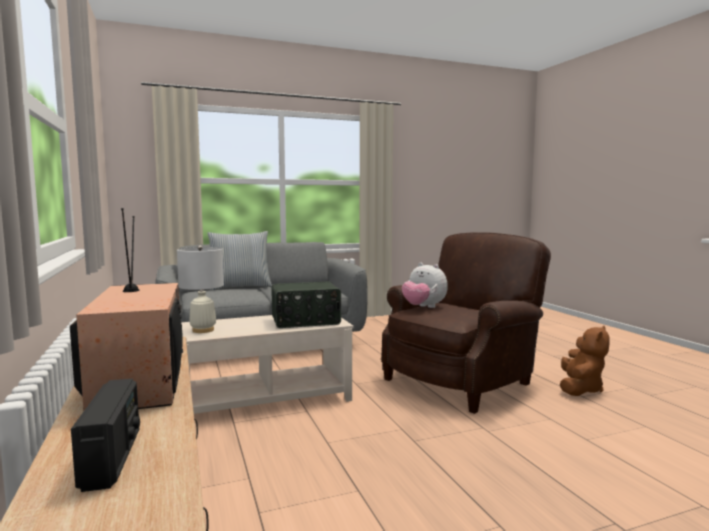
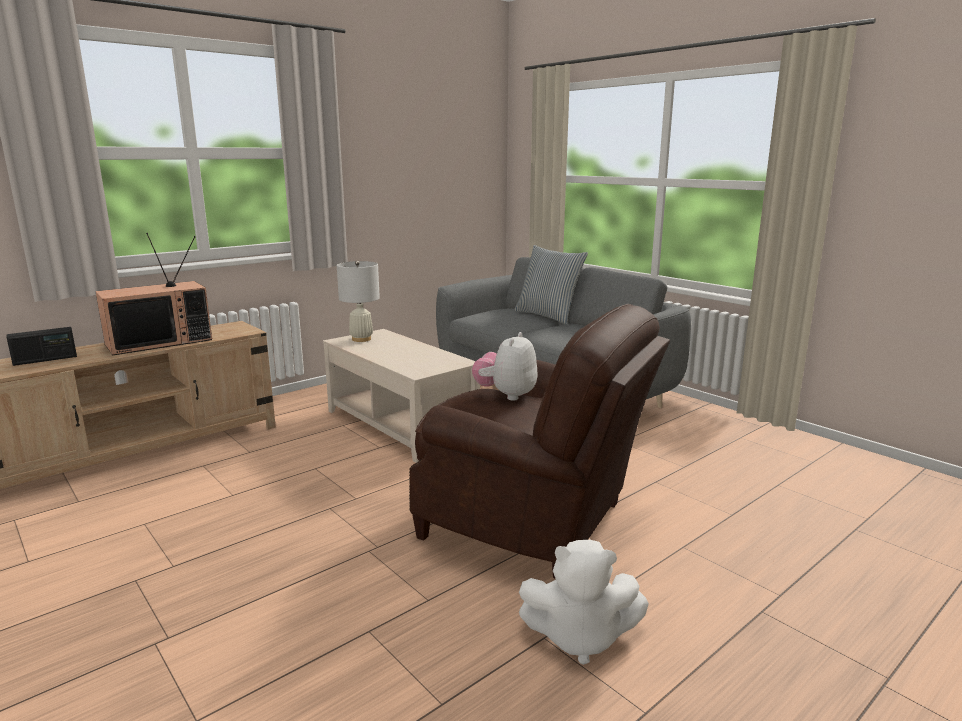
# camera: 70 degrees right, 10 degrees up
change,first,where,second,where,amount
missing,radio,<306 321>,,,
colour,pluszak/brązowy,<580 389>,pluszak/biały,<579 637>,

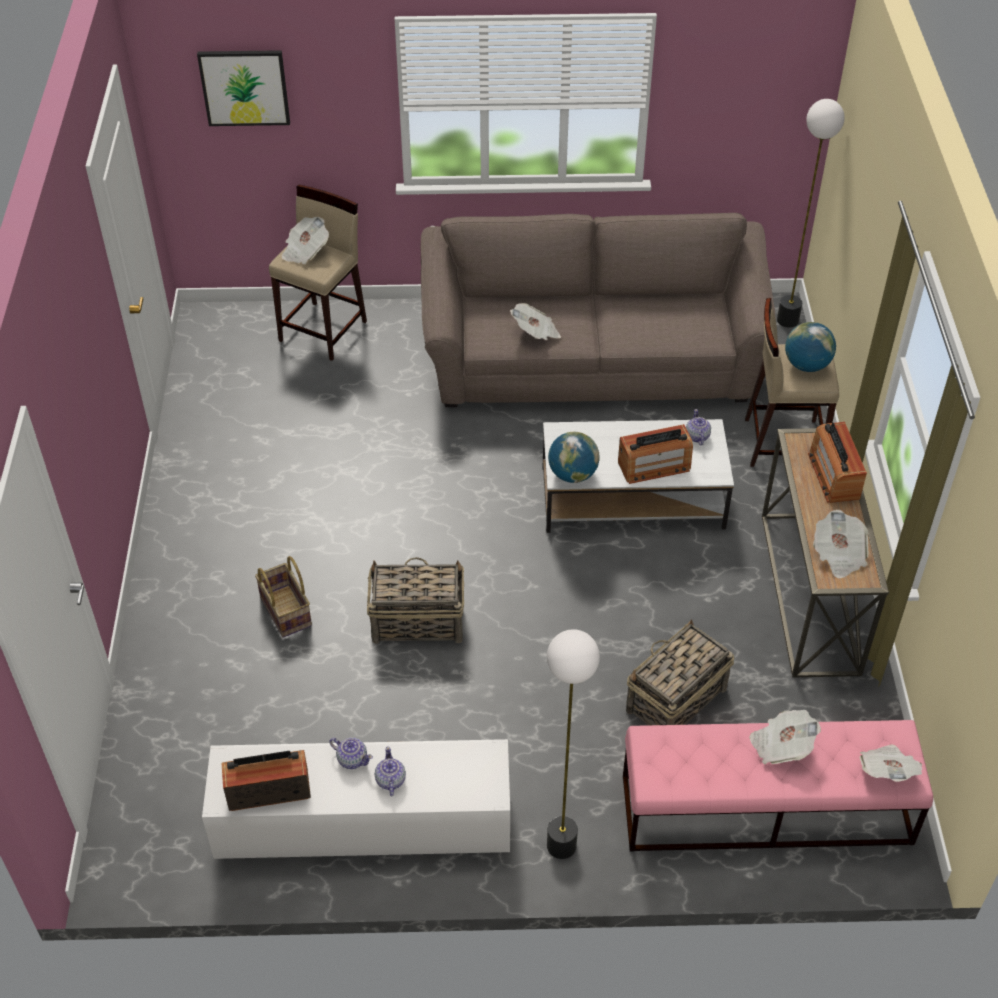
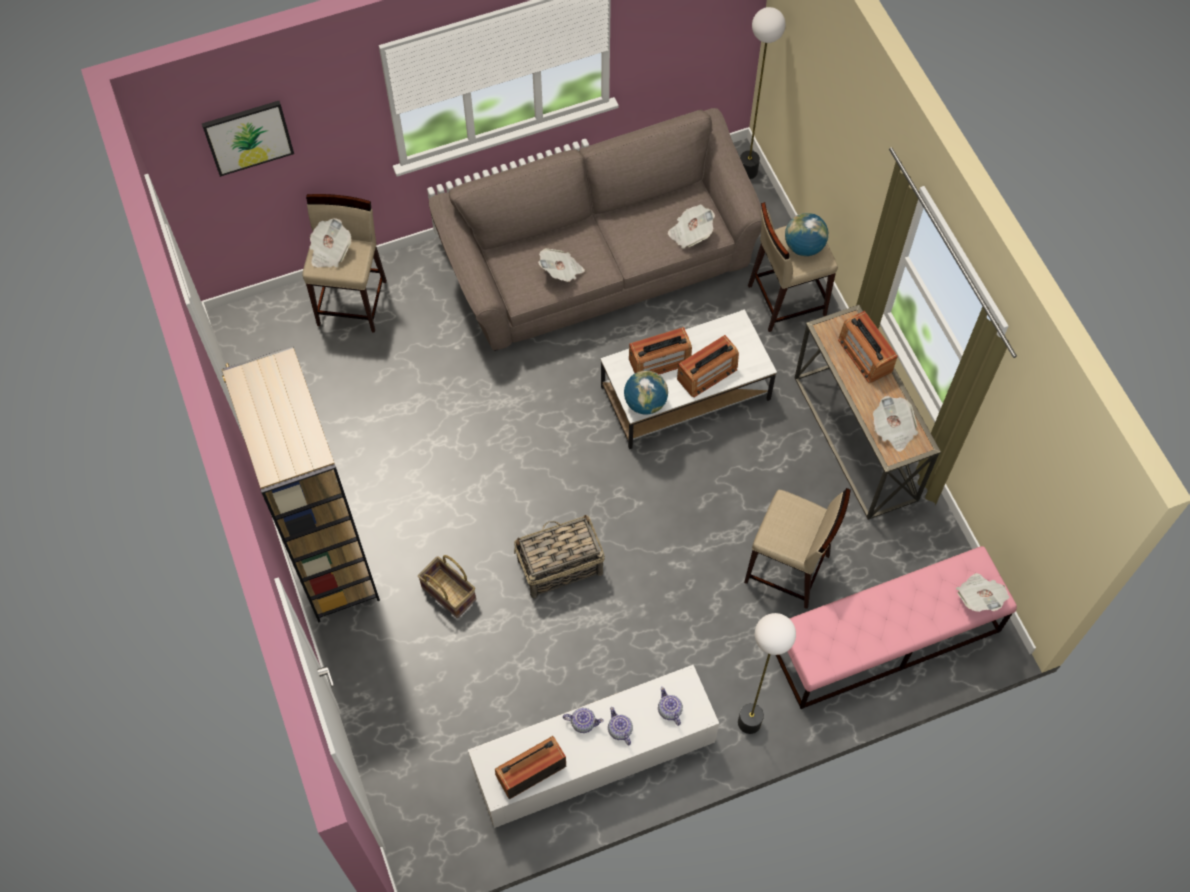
# camera: 20 degrees left, 15 degrees up
change,first,where,second,where,amount
exchanged,koszyk,<675 700>,stołek/beżowy,<787 570>,
relocated,imbryk,<697 436>,,<669 710>,
relocated,gazeta,<781 746>,,<690 233>,
appeared,,,regał/brązowy,<329 556>,
appeared,,,radio,<659 361>,

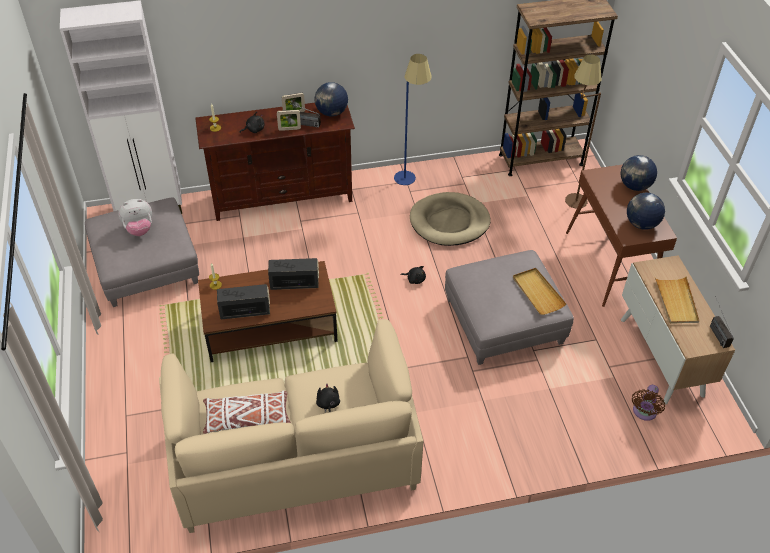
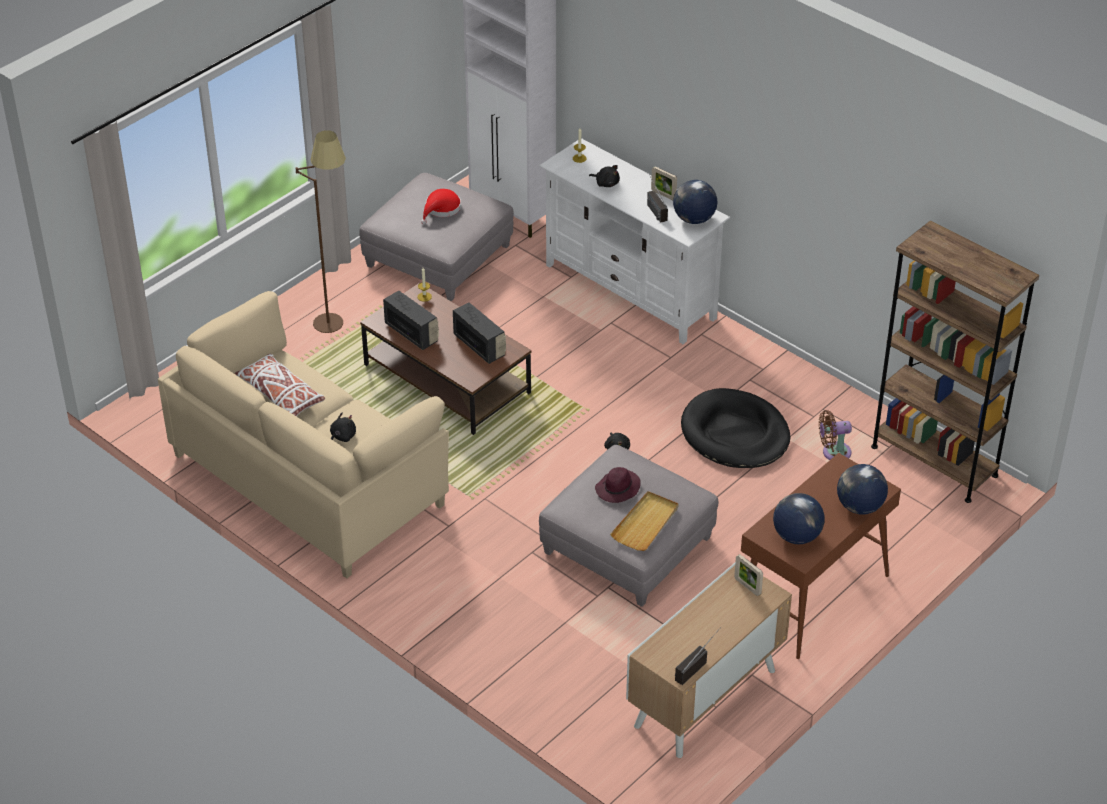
# camera: 55 degrees right, 5 degrees down
change,first,where,second,where,amount
exchanged,pluszak,<139 229>,kapelusz/czerwony,<441 209>,
colour,szafka pod telewizor/brązowy,<282 197>,szafka pod telewizor/biały,<631 291>,
relocated,ramka na zdjęcie,<289 129>,,<747 586>,
missing,lampa stojąca/niebieski,<410 183>,,,
colour,legowisko/beżowy,<449 222>,legowisko/czarny,<735 434>,
relocated,lampa stojąca/brązowy,<569 195>,,<334 314>,
relocated,wentylator/brązowy,<644 412>,,<833 452>,
missing,taca/beżowy,<676 302>,,,
appeared,,,kapelusz/fioletowy,<617 489>,

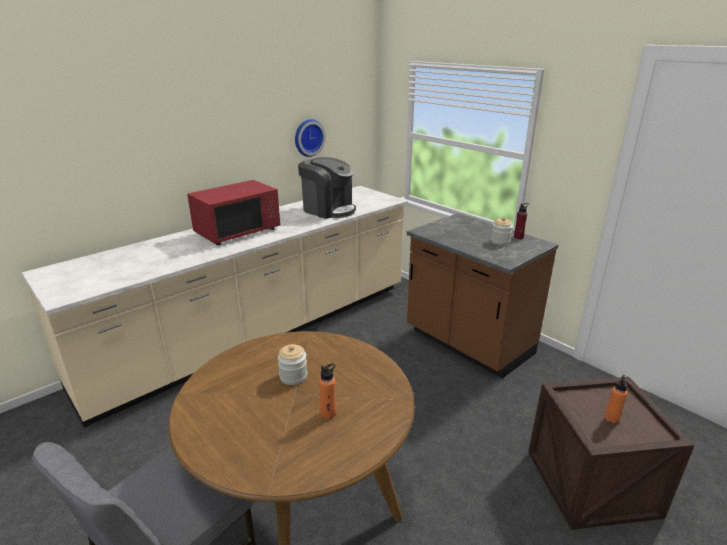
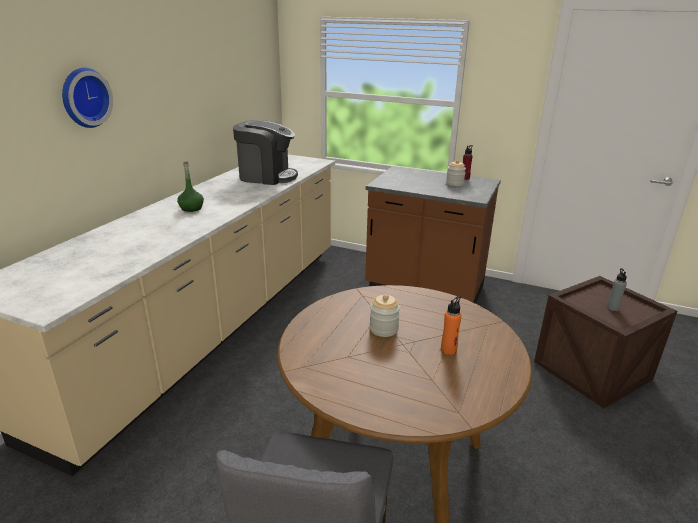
# camera: 25 degrees left, 0 degrees up
change,first,where,second,where,amount
exchanged,mikrofalówka/czerwony,<237 231>,butelka/zielony,<191 208>,
relocated,zegar ścienny,<308 137>,,<84 97>,
colour,butelka/pomarańczowy,<611 418>,butelka/szary,<612 308>,

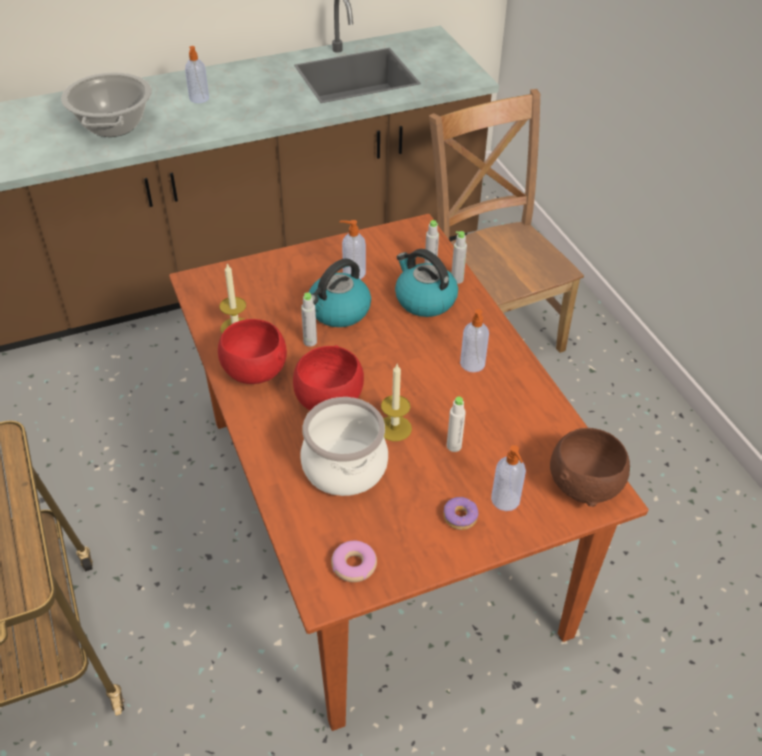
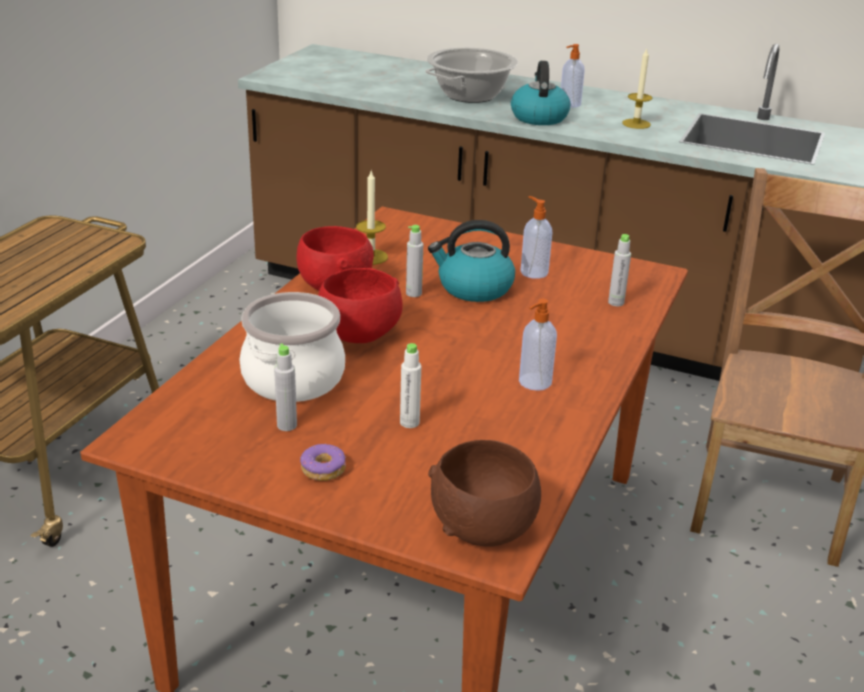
# camera: 45 degrees right, 15 degrees down
change,first,where,second,where,amount
missing,donut,<354 565>,,,
relocated,świeca,<394 428>,,<636 124>,
relocated,czajnik,<424 300>,,<538 117>,
relocated,butelka/szary,<457 279>,,<287 425>,
missing,dozownik mydła,<506 501>,,,

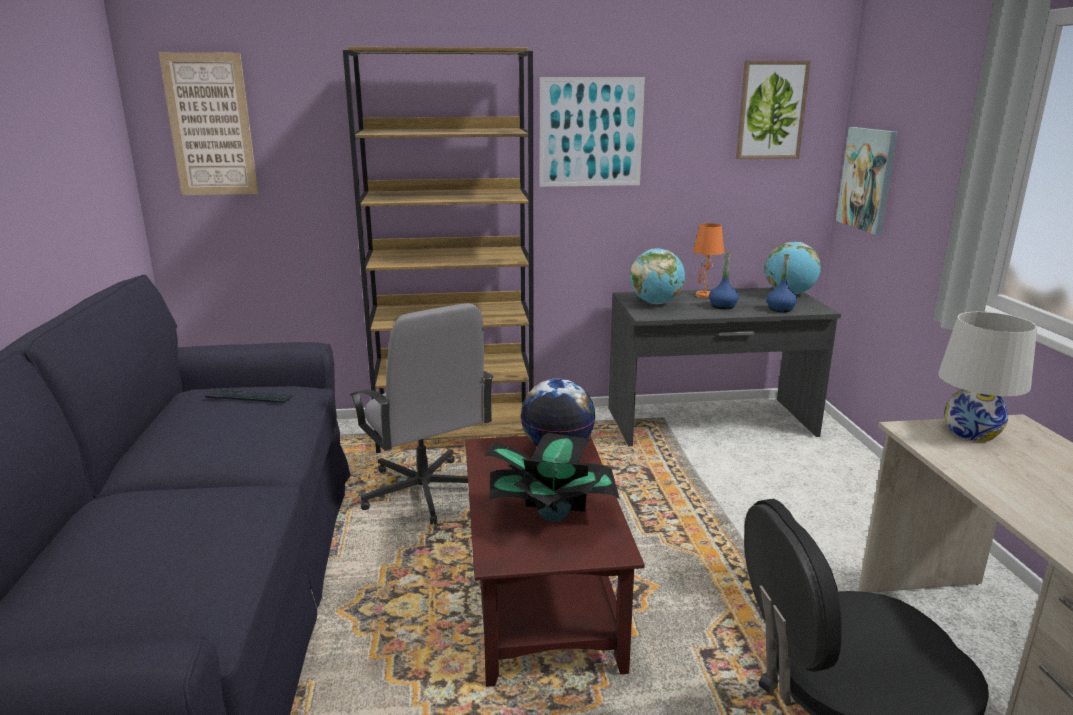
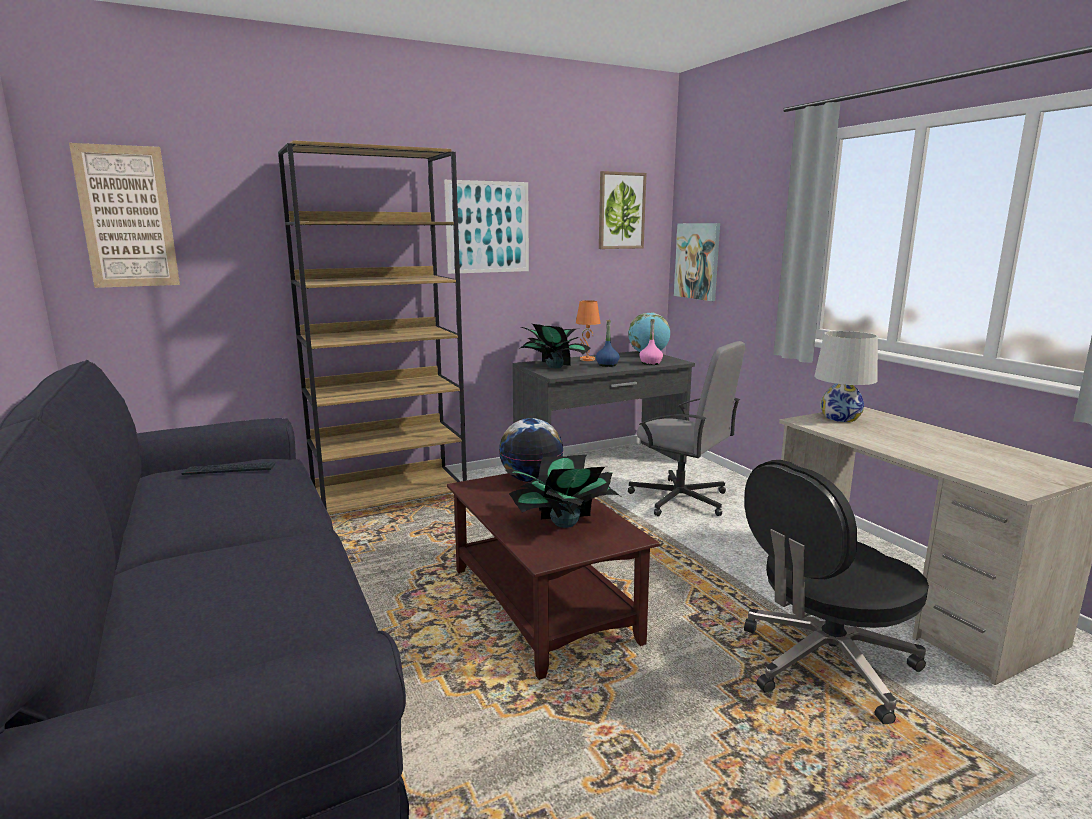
# camera: 20 degrees left, 5 degrees down
change,first,where,second,where,amount
relocated,krzesło biurowe/szary,<424 492>,,<681 499>,
exchanged,globus,<655 303>,roślina doniczkowa,<554 366>,
colour,butelka/niebieski,<780 309>,butelka/różowy,<650 363>,

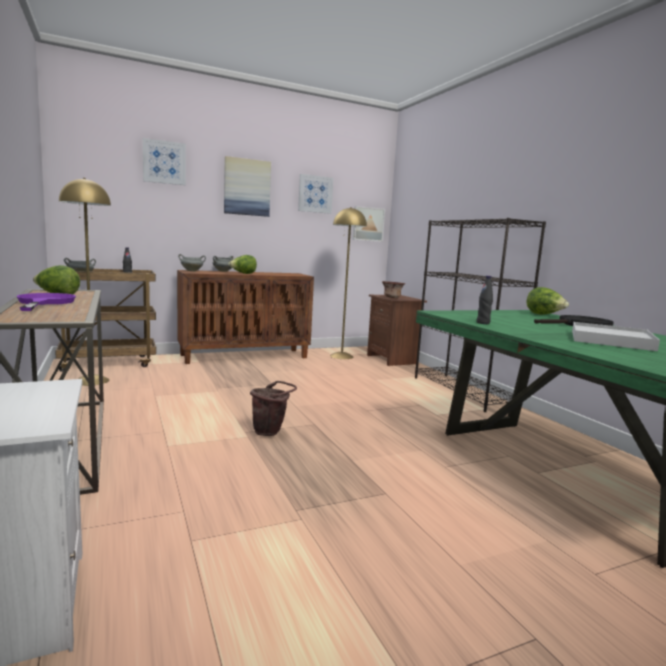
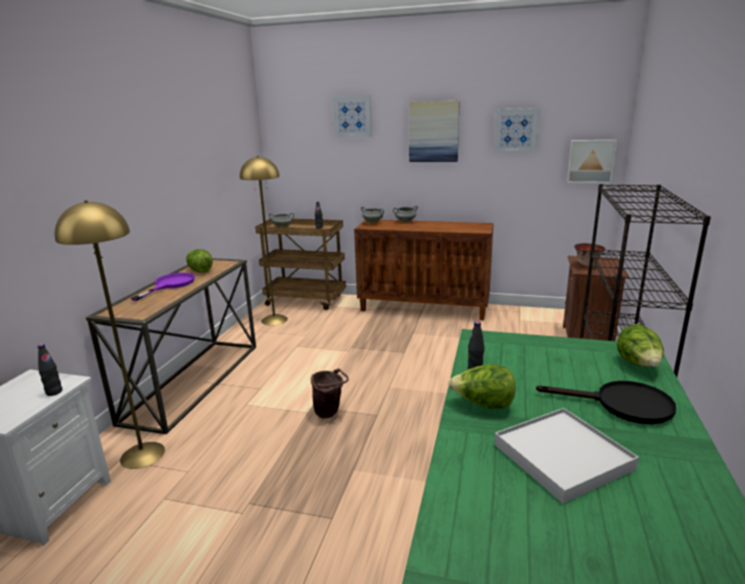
# camera: 40 degrees right, 10 degrees up
change,first,where,second,where,amount
relocated,sałata,<243 273>,,<483 405>,
relocated,lampa stojąca/żółty,<341 356>,,<142 455>,
appeared,,,butelka/czarny,<54 392>,

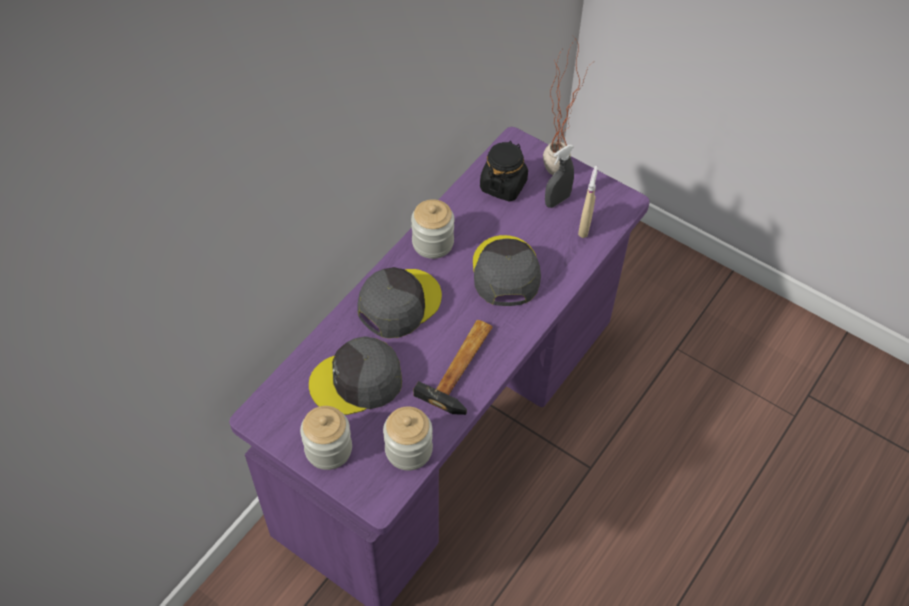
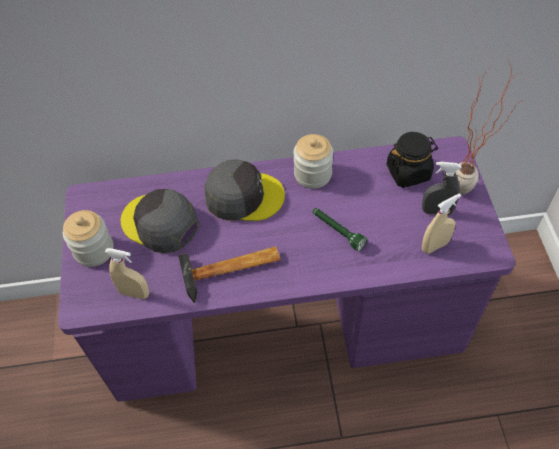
# camera: 50 degrees right, 0 degrees up
change,first,where,second,where,amount
exchanged,słoik,<408 450>,spryskiwacz/beżowy,<134 293>,
exchanged,czapka z daszkiem/szary,<505 272>,latarka/zielony,<337 231>,

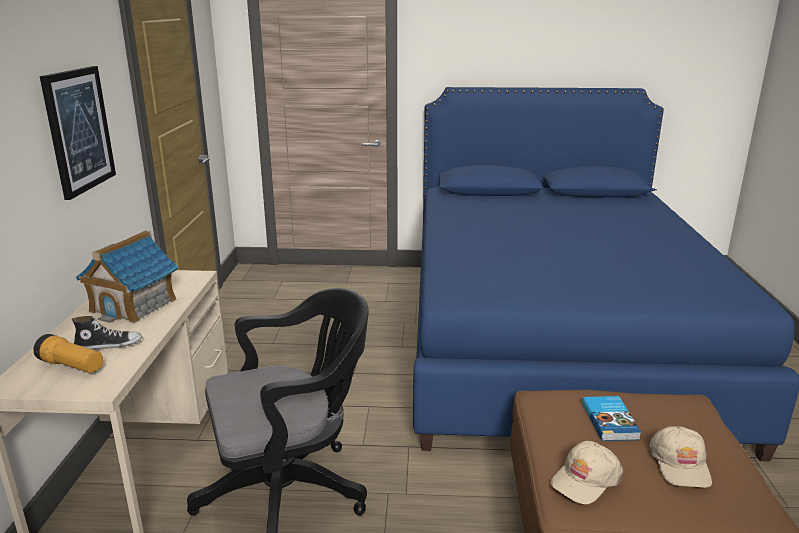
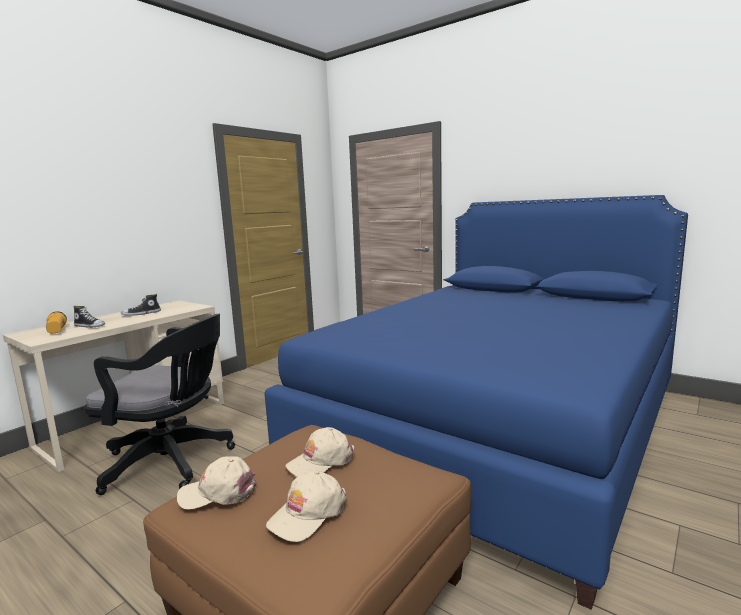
# camera: 35 degrees right, 10 degrees down
change,first,where,second,where,amount
missing,obraz,<79 130>,,,
exchanged,domek,<134 305>,but,<141 314>,
exchanged,książka,<610 421>,czapka z daszkiem/beżowy,<321 461>,

